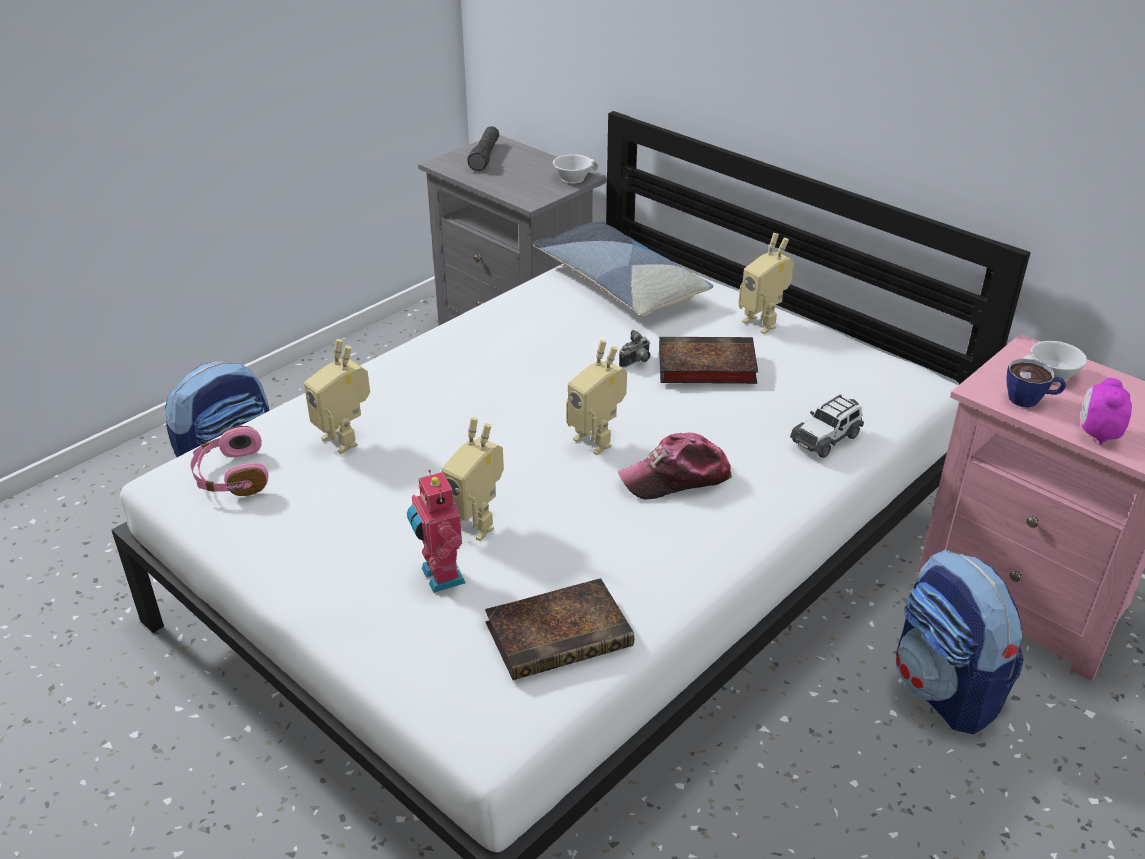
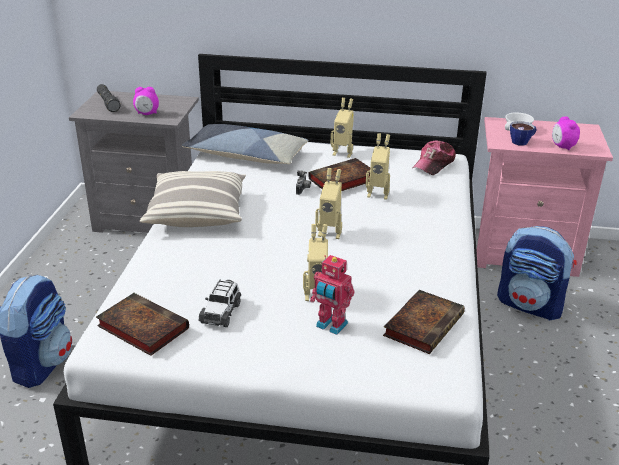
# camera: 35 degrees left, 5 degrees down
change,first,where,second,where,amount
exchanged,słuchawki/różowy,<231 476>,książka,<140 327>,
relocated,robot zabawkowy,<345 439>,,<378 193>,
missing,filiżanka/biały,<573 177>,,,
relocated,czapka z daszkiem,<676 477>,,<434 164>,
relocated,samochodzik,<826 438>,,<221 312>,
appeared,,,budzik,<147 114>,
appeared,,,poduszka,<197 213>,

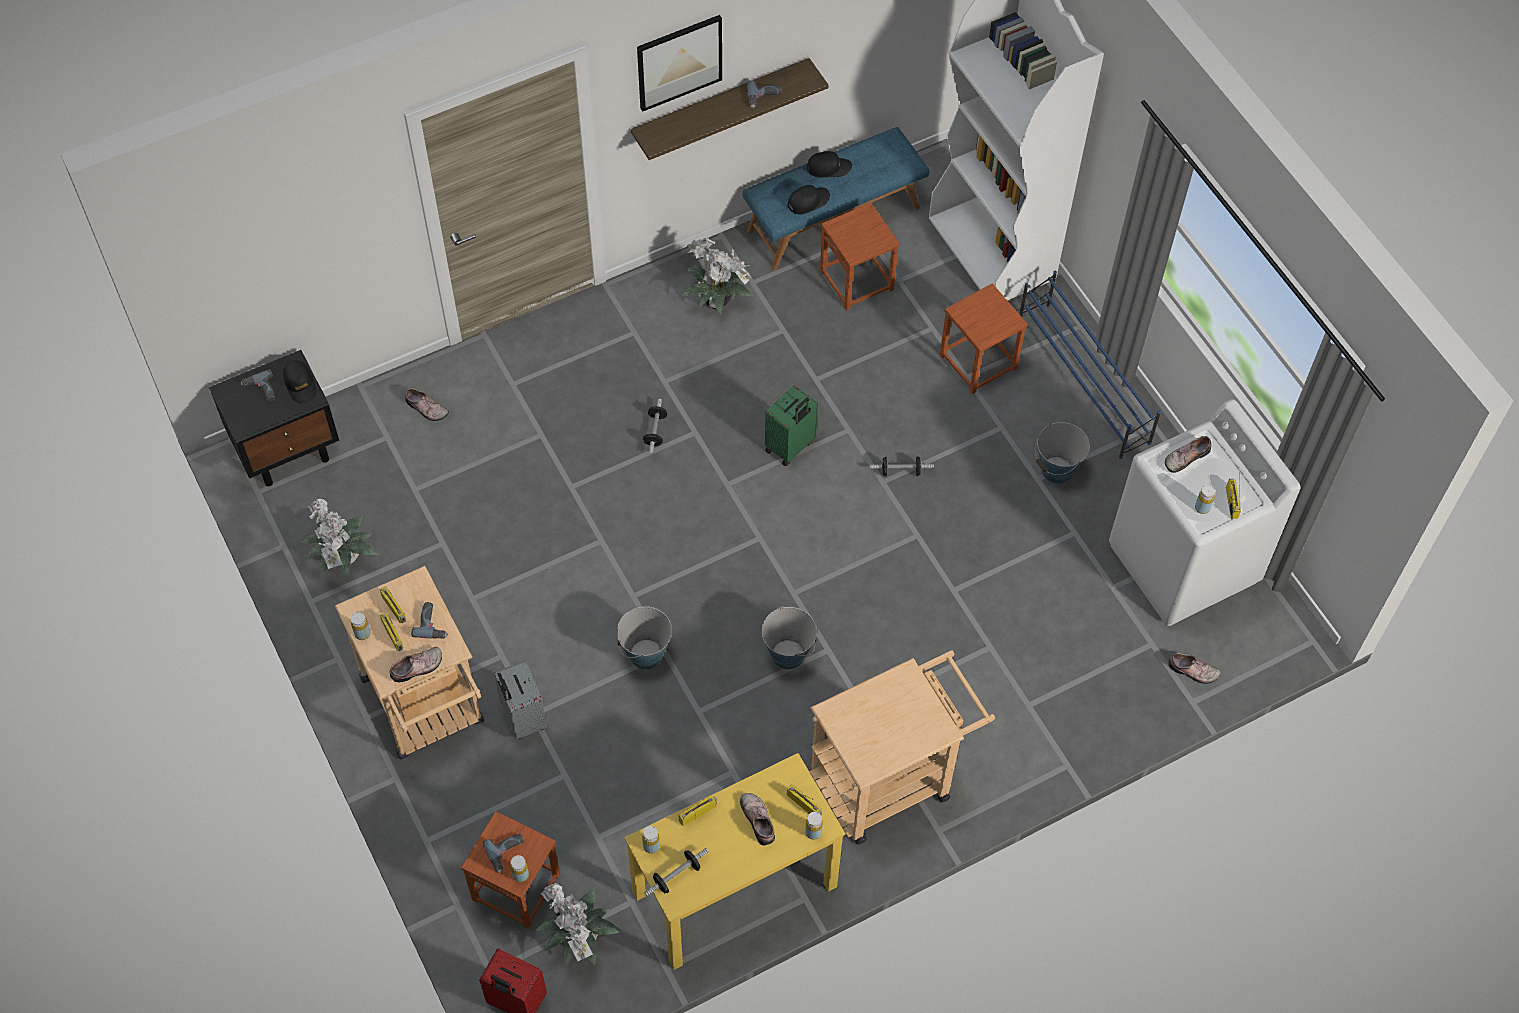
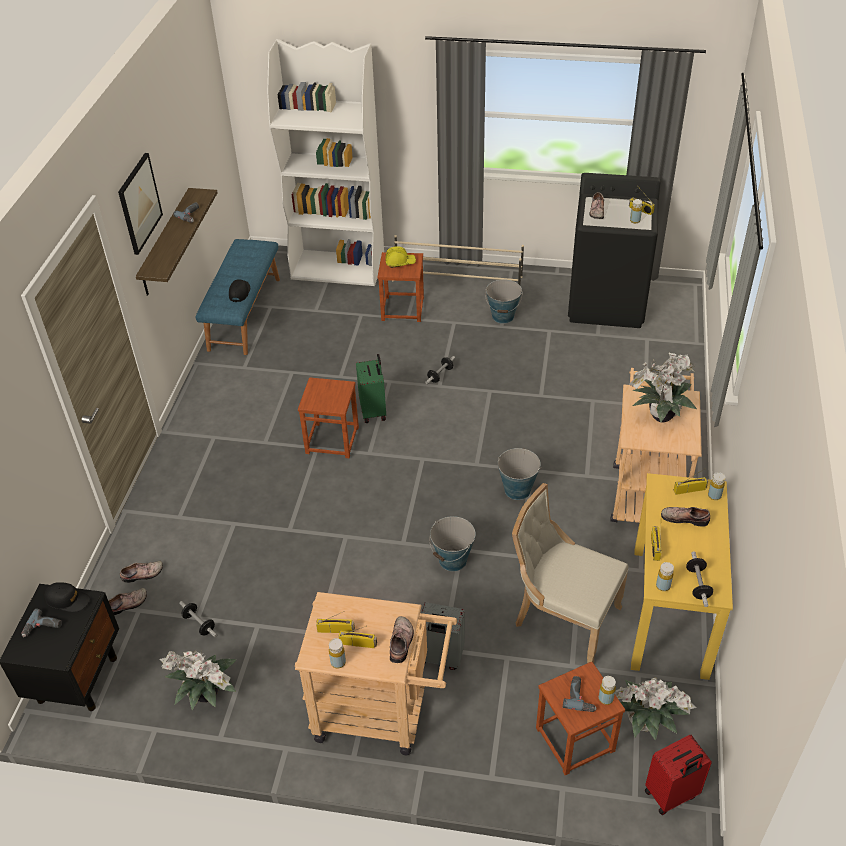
# camera: 50 degrees left, 15 degrees down
change,first,where,second,where,amount
missing,wiertarka,<432 623>,,,
relocated,hantel,<655 431>,,<199 624>,
relocated,roślina doniczkowa,<715 300>,,<659 417>,
missing,czapka z daszkiem/czarny,<829 168>,,,
relocated,stołek/brązowy,<857 280>,,<332 440>,
colour,regał na buty/niebieski,<1083 380>,regał na buty/beżowy,<457 279>,
colour,pralka/biały,<1183 564>,pralka/czarny,<607 303>,
relocated,but,<1193 672>,,<127 605>,
appeared,,,kask/żółty,<400 262>,
appeared,,,krzesło/beżowy,<562 617>,

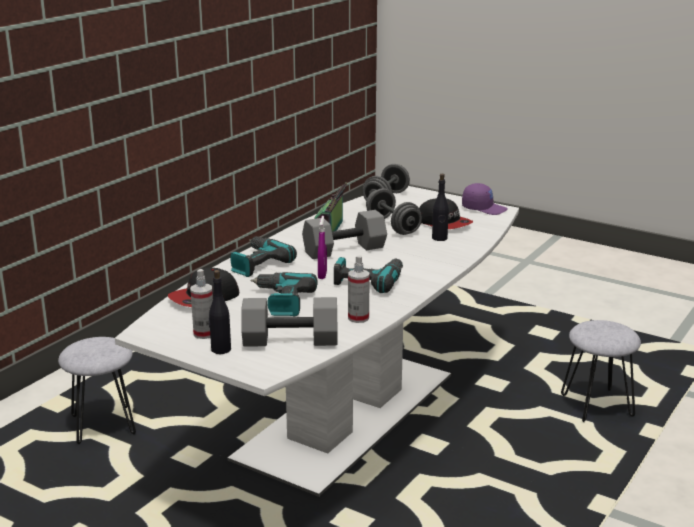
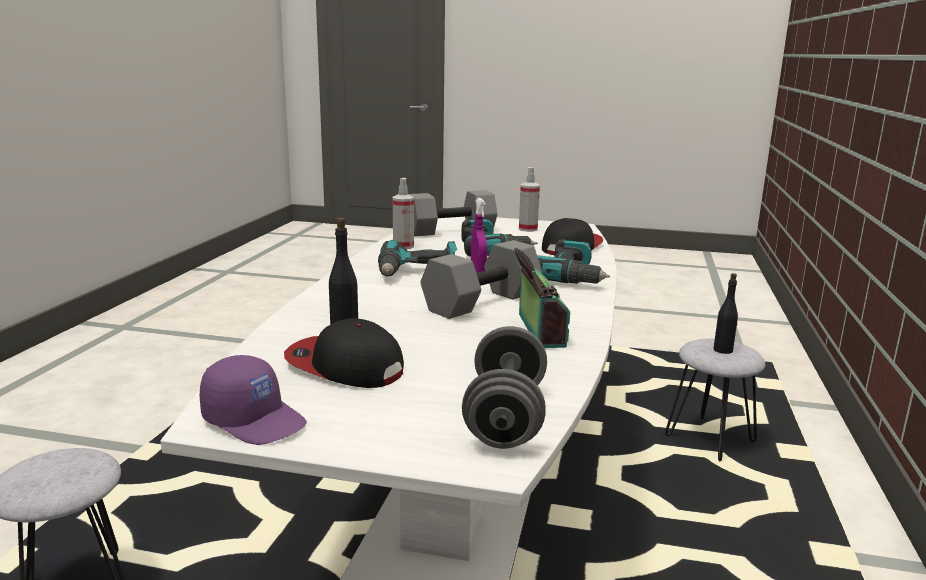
# camera: 160 degrees right, 5 degrees down
change,first,where,second,where,amount
relocated,butelka/czarny,<220 349>,,<723 350>,
missing,hantel/szary,<393 226>,,,
spun,czapka z daszkiem/fioletowy,<484 208>,,<255 420>,150 degrees counterclockwise

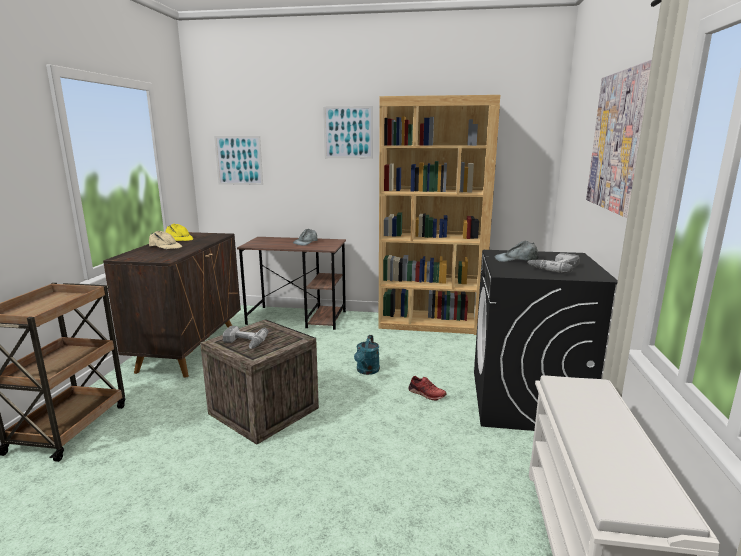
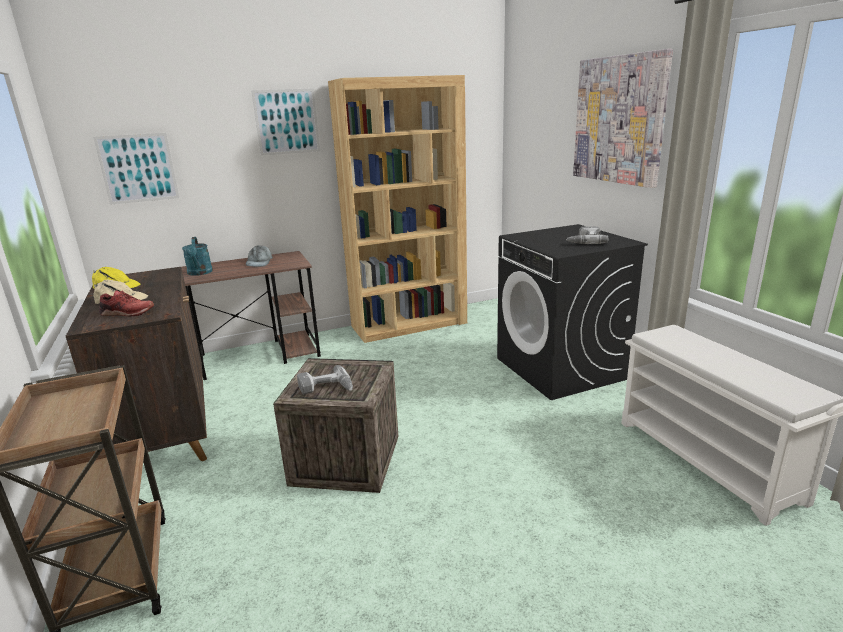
# camera: 30 degrees left, 5 degrees up
change,first,where,second,where,amount
relocated,konewka/turkusowy,<367 371>,,<200 273>,
relocated,but/czerwony,<426 394>,,<126 313>,
missing,czapka z daszkiem/szary,<516 259>,,,

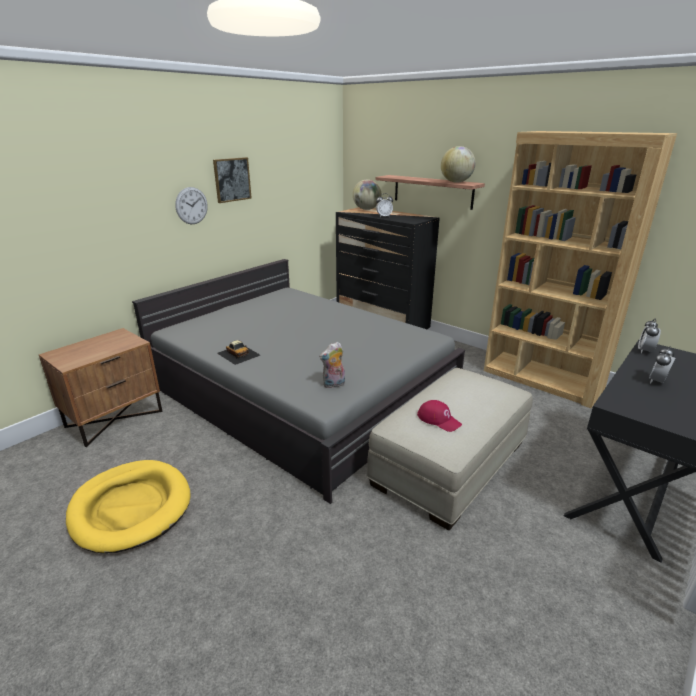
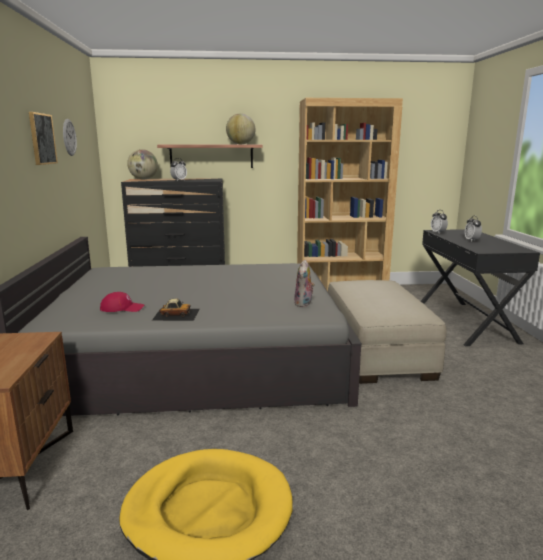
# camera: 45 degrees left, 10 degrees down
change,first,where,second,where,amount
relocated,zegar ścienny,<191 205>,,<69 137>,
relocated,czapka z daszkiem/czerwony,<439 419>,,<122 308>,

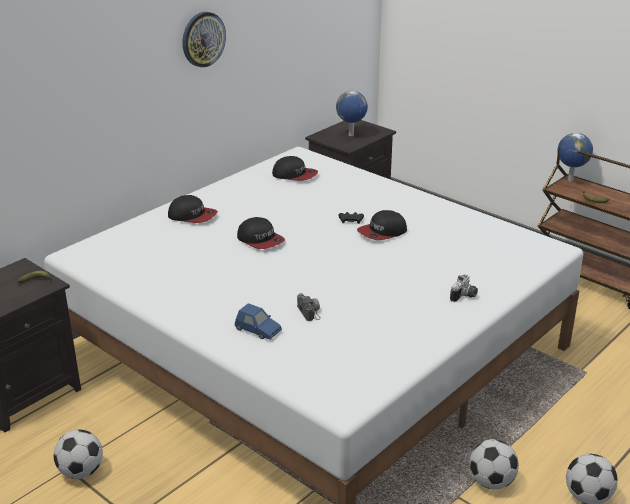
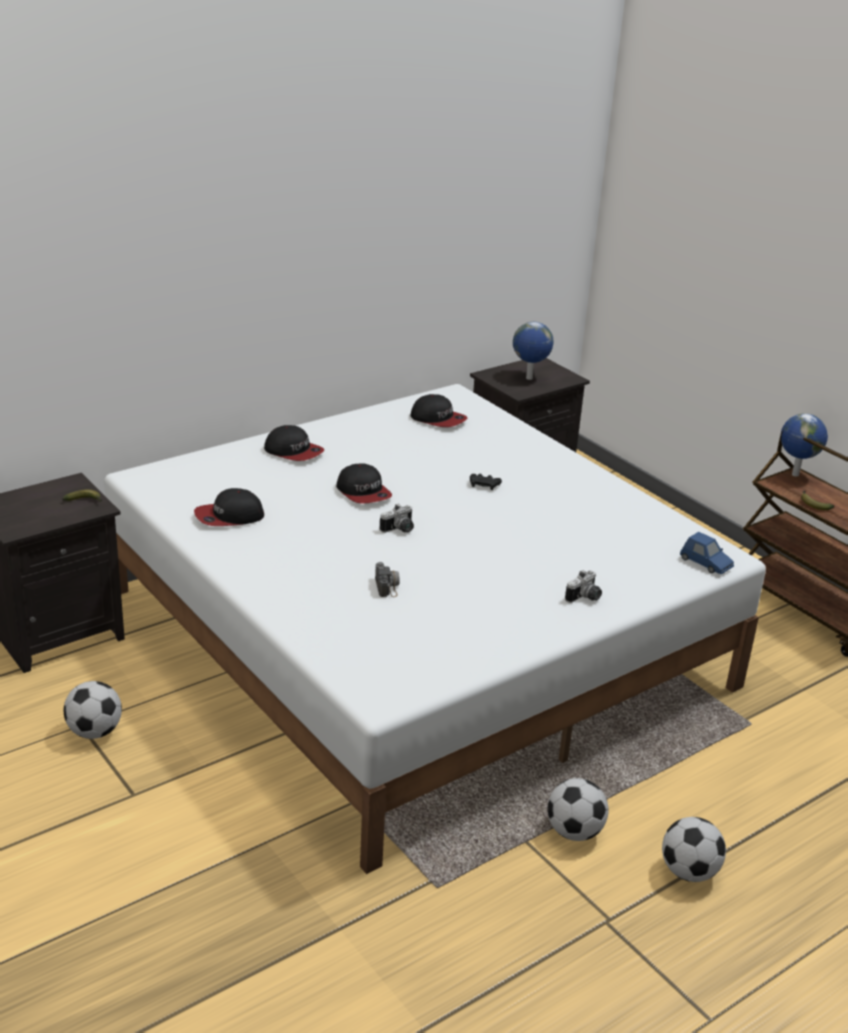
# camera: 10 degrees right, 0 degrees up
change,first,where,second,where,amount
missing,zegar ścienny,<203 39>,,,
relocated,samochodzik/niebieski,<257 330>,,<705 563>,
relocated,czapka z daszkiem,<382 232>,,<229 517>,
appeared,,,aparat fotograficzny,<399 530>,

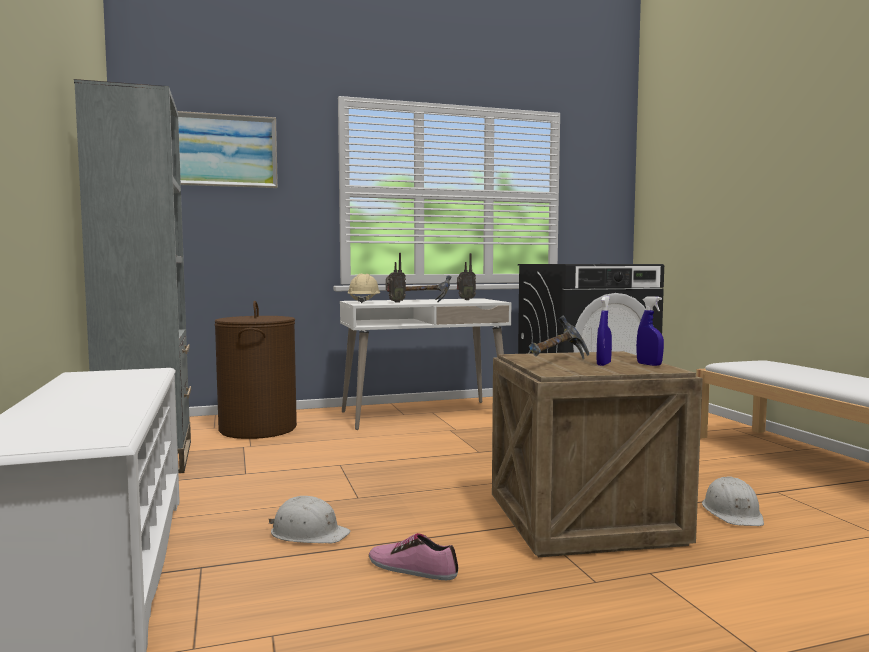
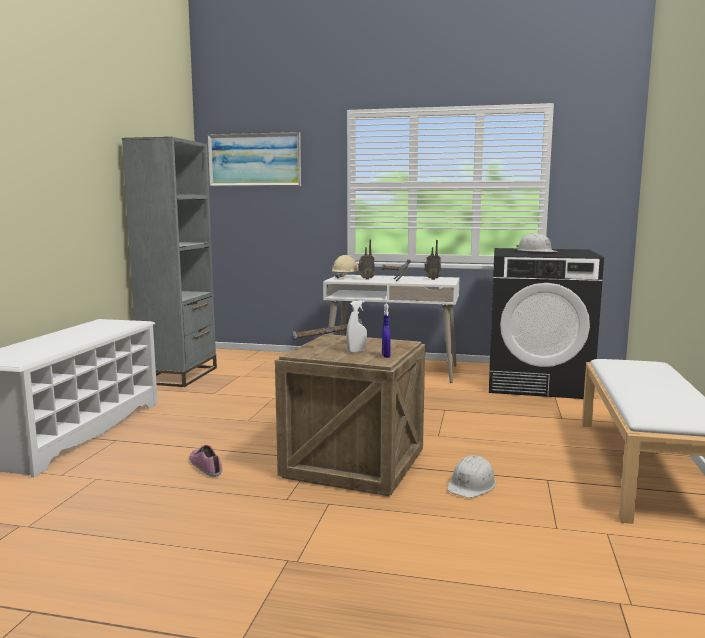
# camera: 30 degrees right, 5 degrees up
change,first,where,second,where,amount
missing,kosz na pranie/brązowy,<258 429>,,,
relocated,kask/biały,<308 533>,,<536 251>,
colour,spryskiwacz/niebieski,<603 364>,spryskiwacz/biały,<356 351>,

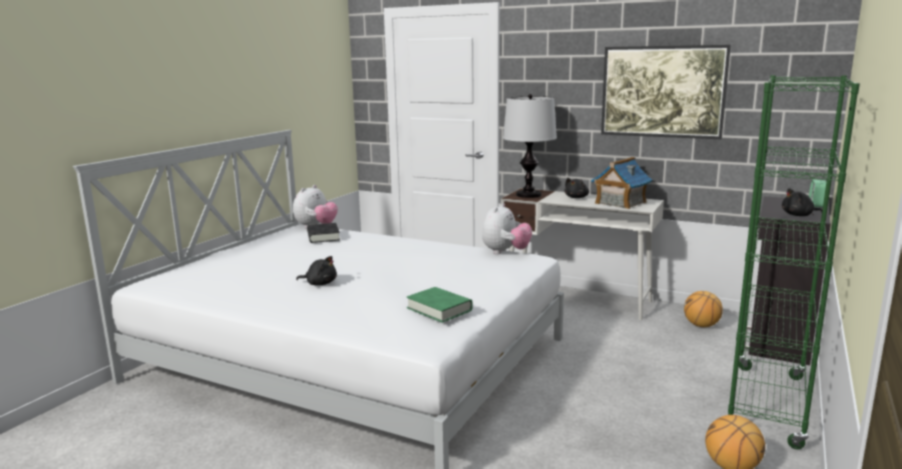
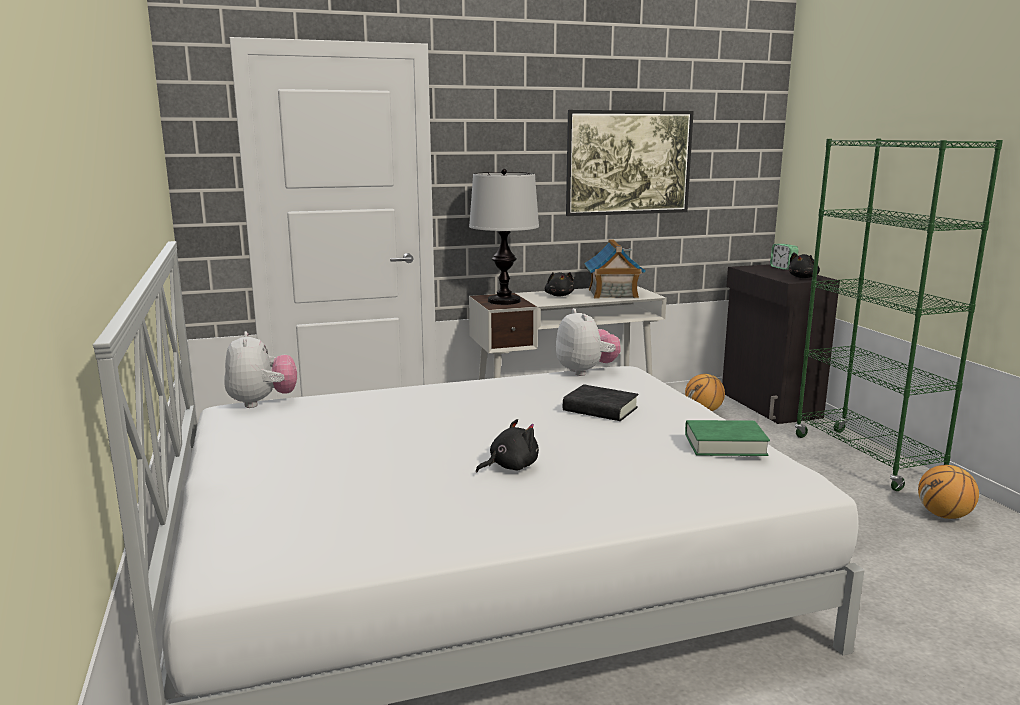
# camera: 45 degrees left, 0 degrees up
change,first,where,second,where,amount
relocated,książka/czarny,<323 236>,,<600 409>,

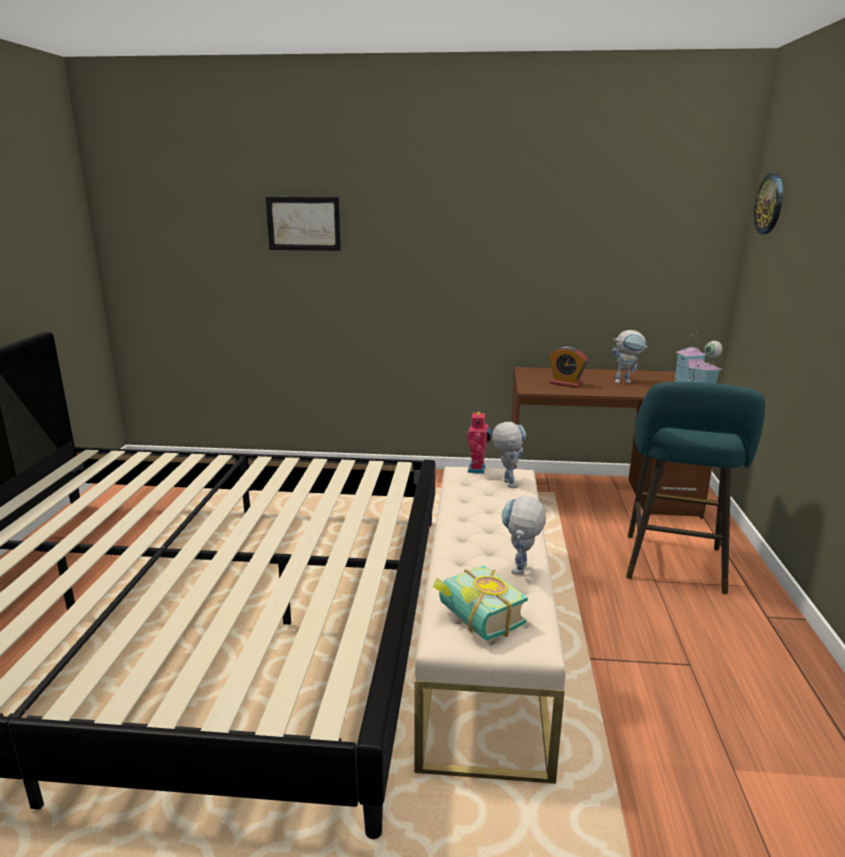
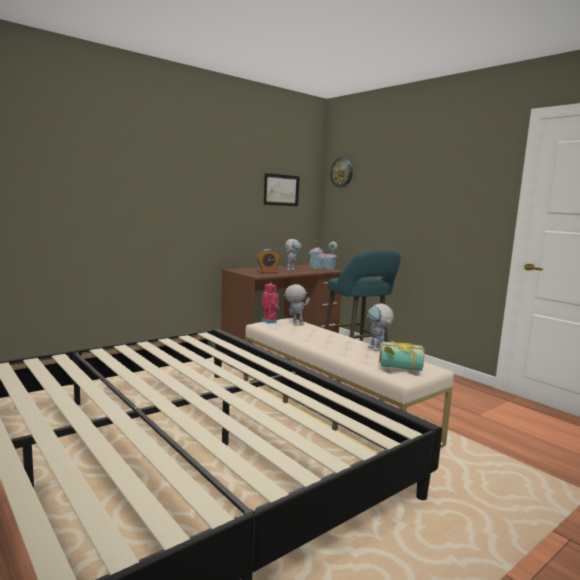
# camera: 45 degrees left, 10 degrees down
change,first,where,second,where,amount
relocated,obraz,<303 223>,,<281 190>,

